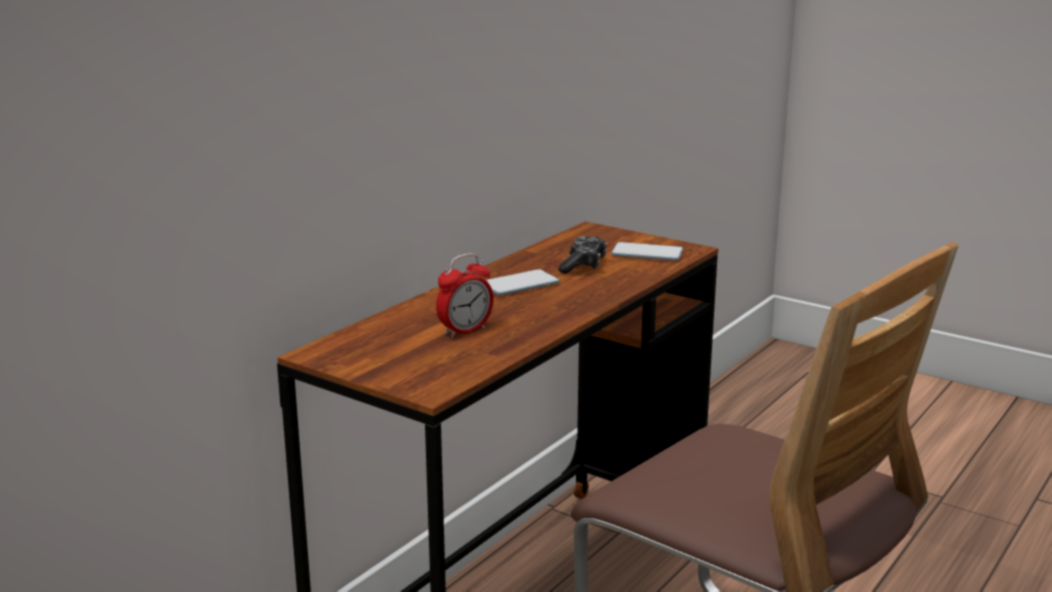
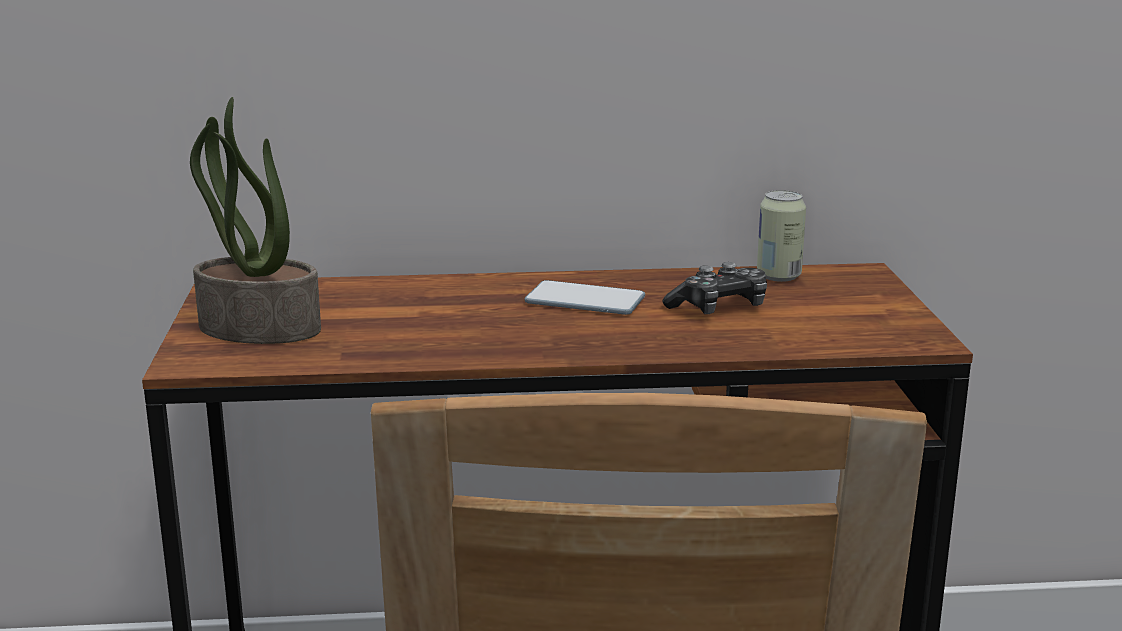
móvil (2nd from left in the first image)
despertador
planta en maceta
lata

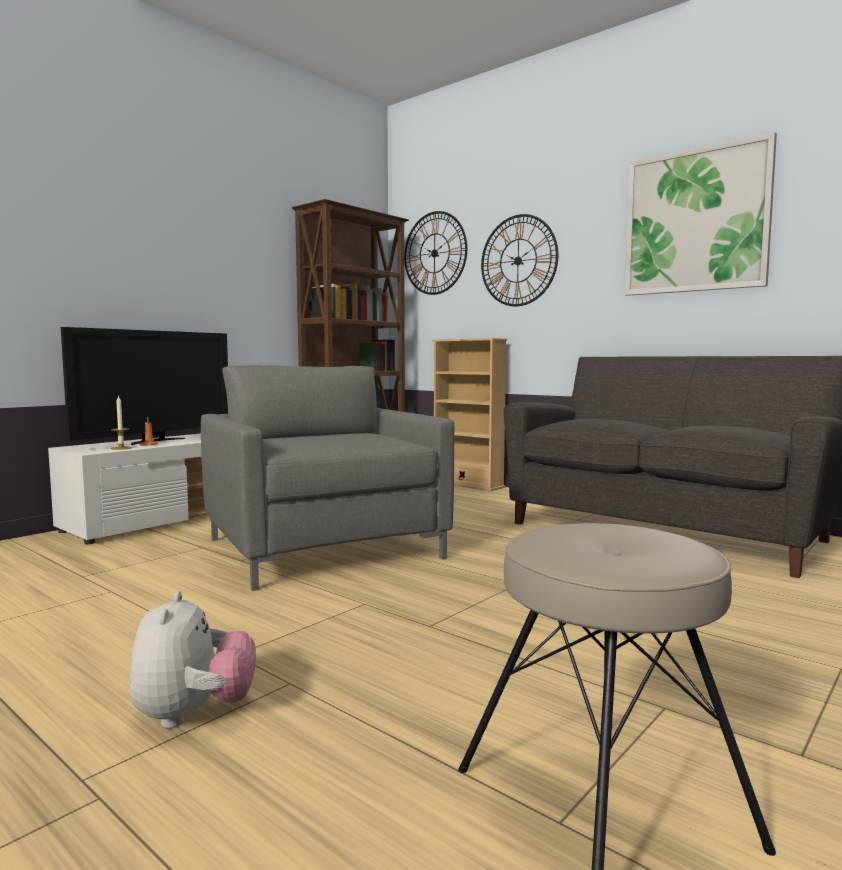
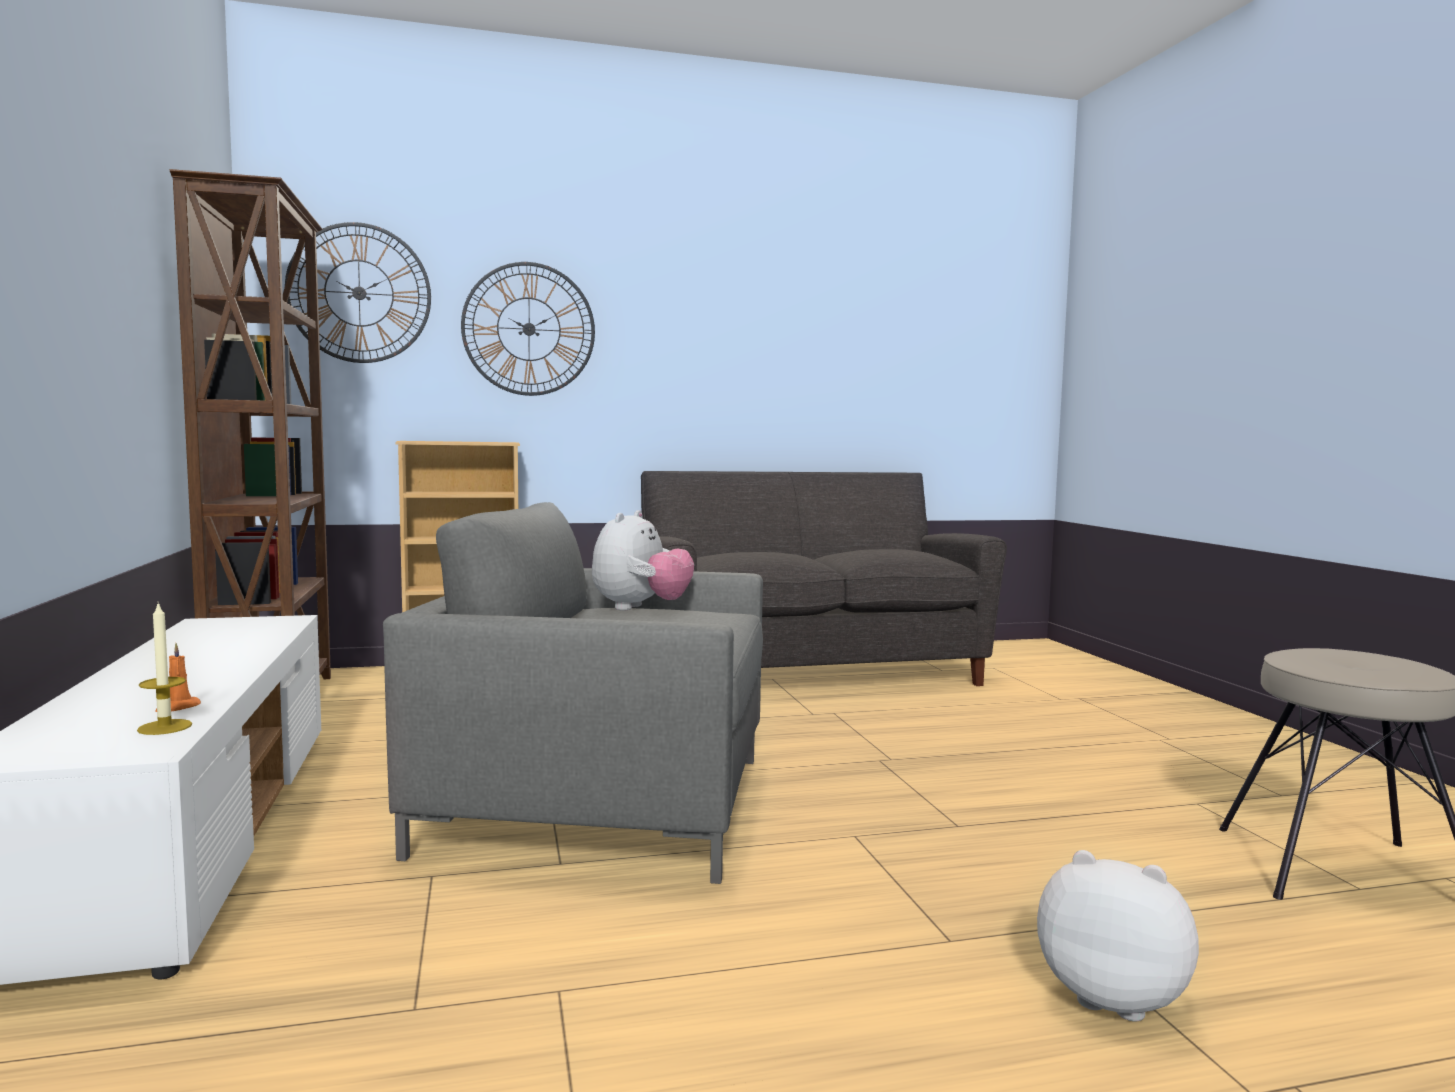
cuadro
televisor
peluche (1st from left)

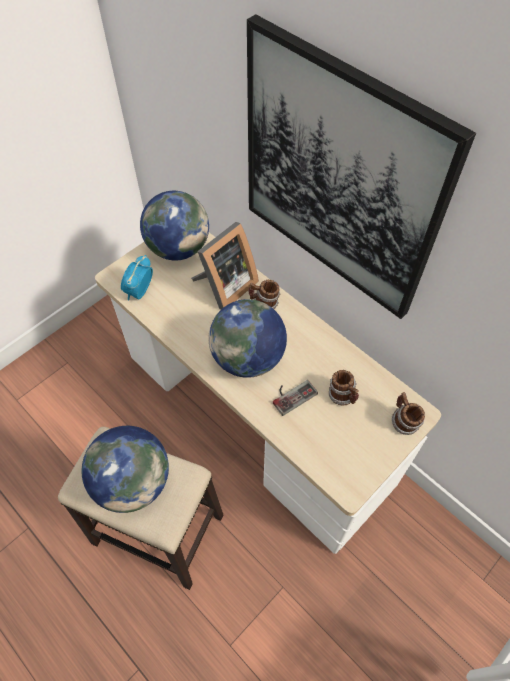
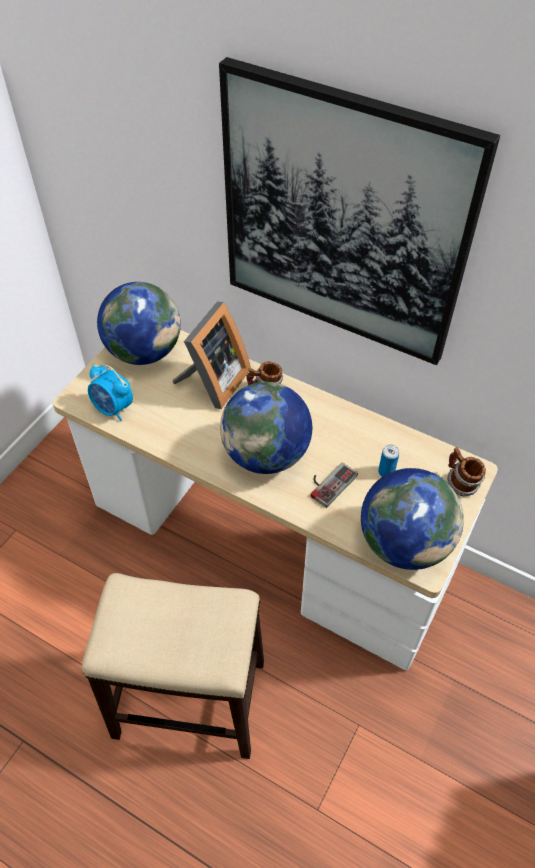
despertador
lata
globo terráqueo (3rd from left)

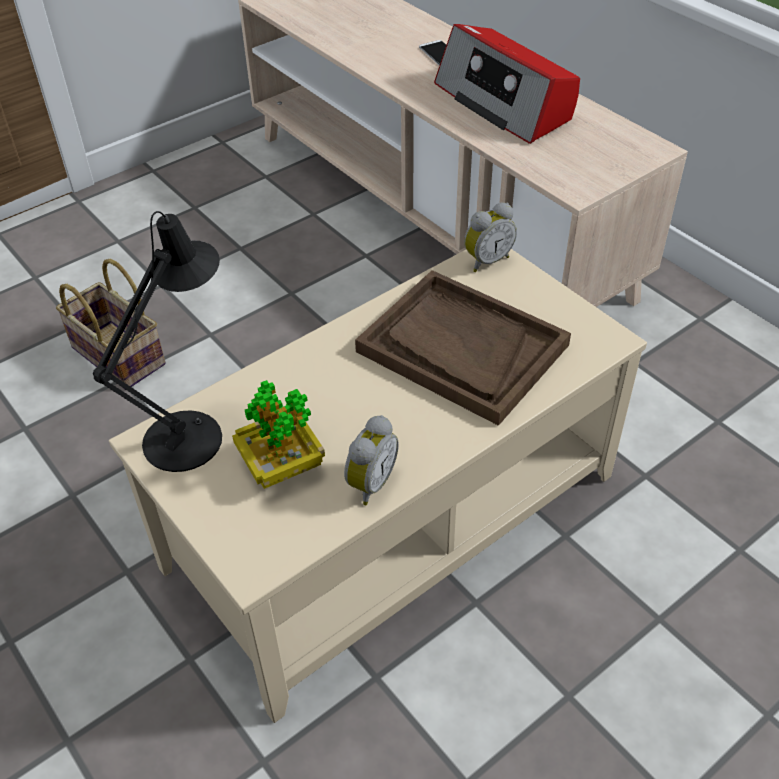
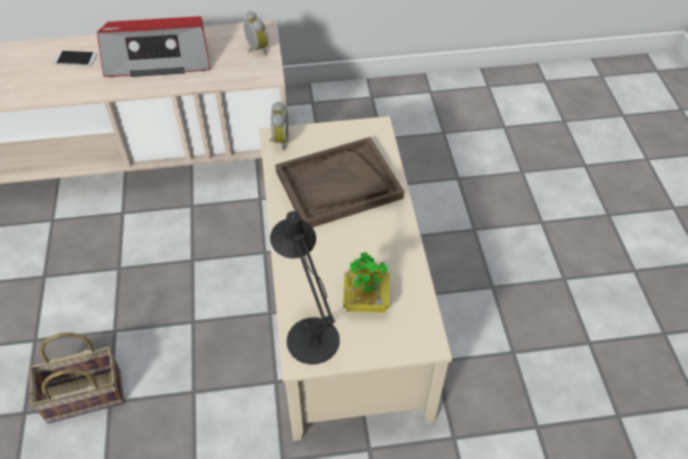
despertador (1st from left)

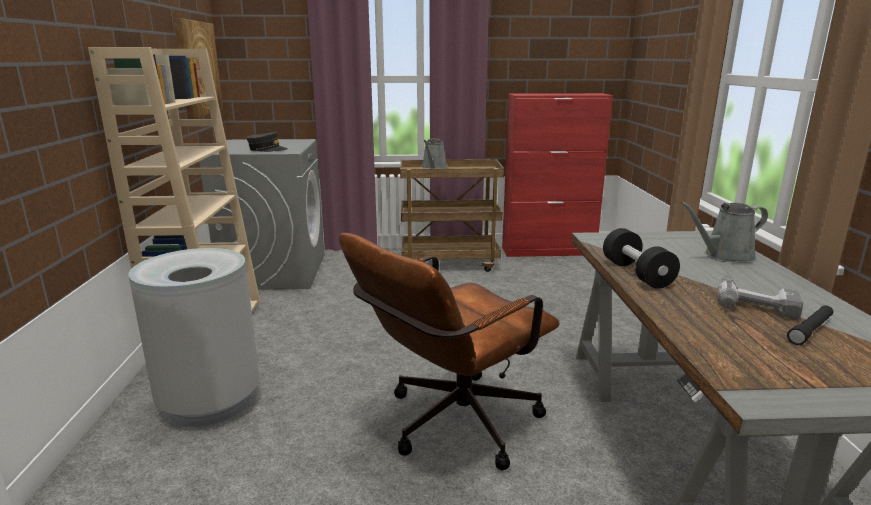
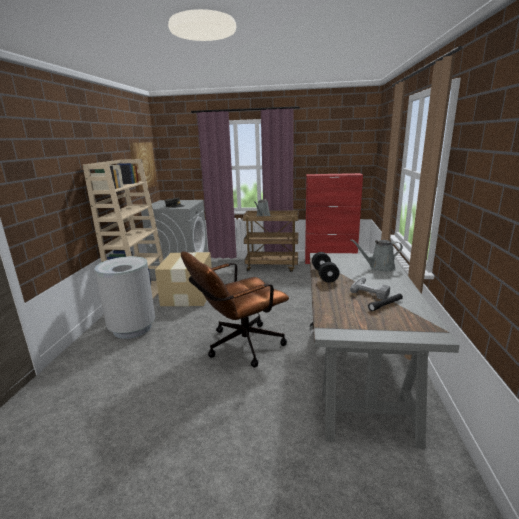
caja de cartón

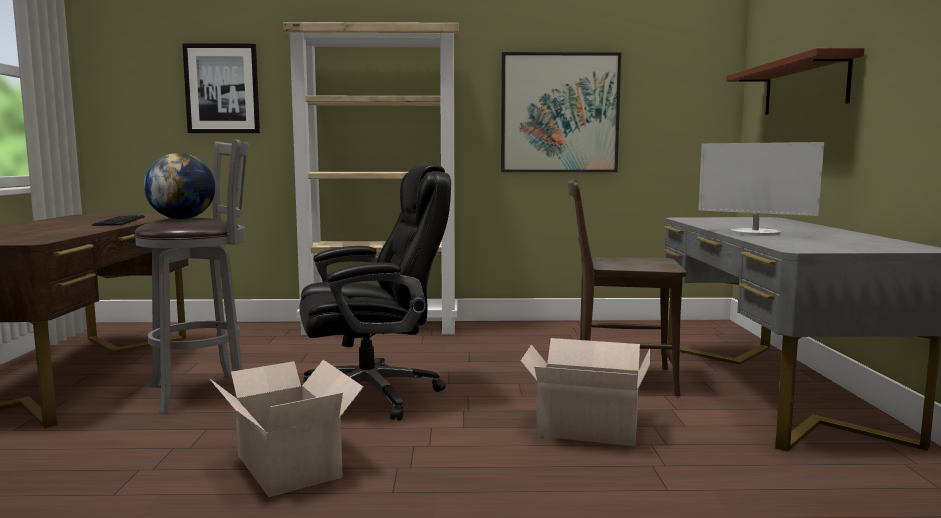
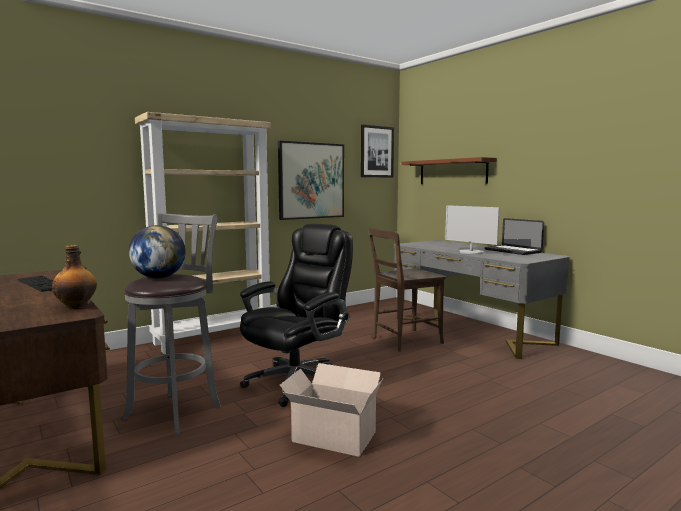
cuadro (2nd from left)
monitor
caja de cartón (2nd from left in the first image)
portátil
botella

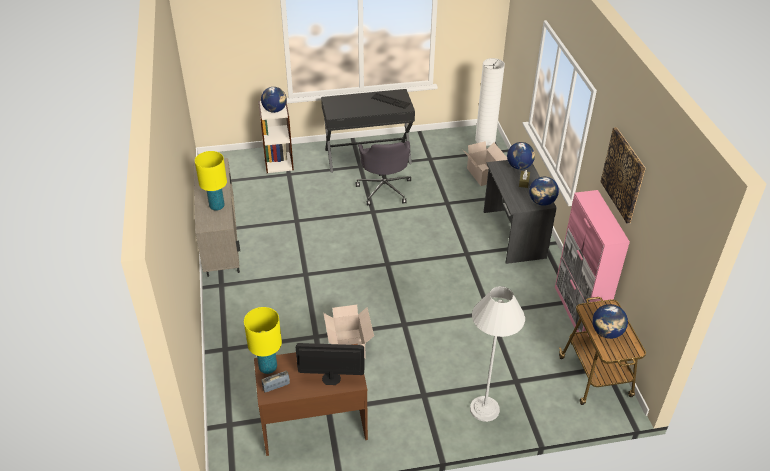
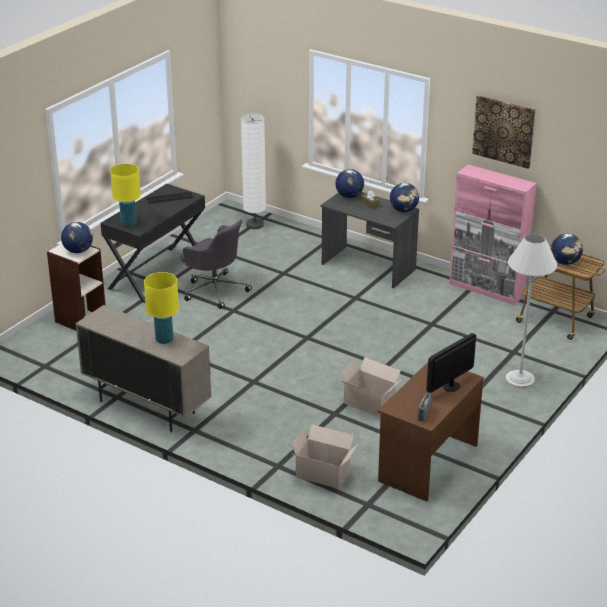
caja de cartón (1st from left)
lámpara de mesa (amarillo) (1st from left)

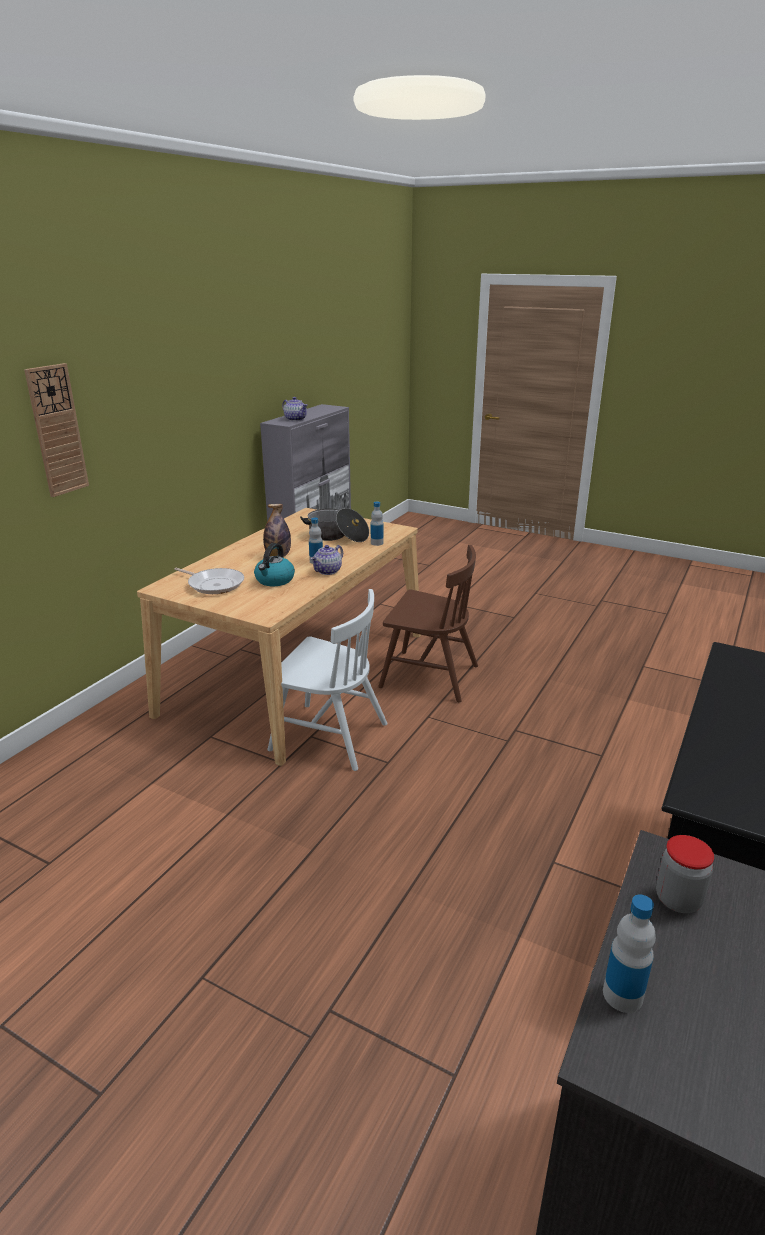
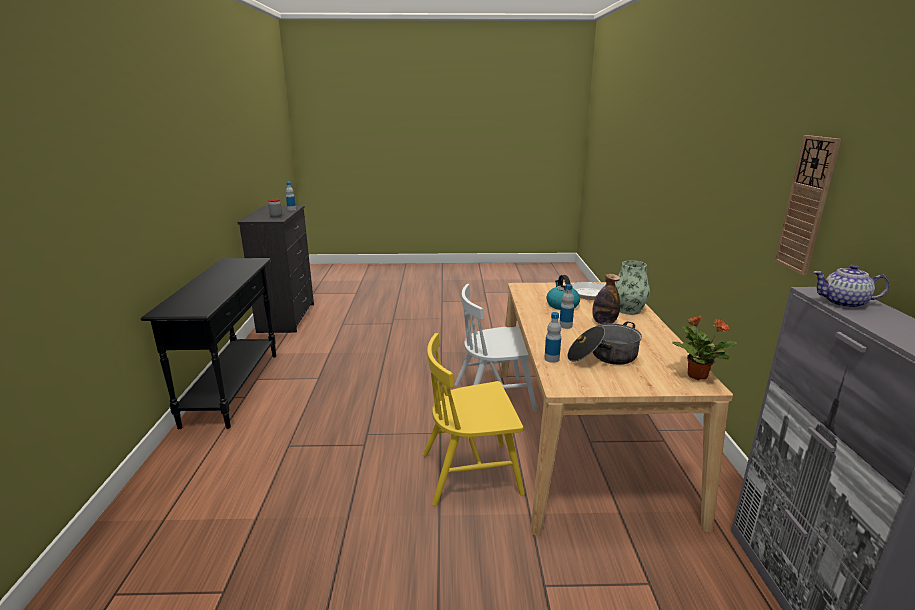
reloj de pared
tetera (2nd from left in the first image)
silla (amarillo)
florero
planta en maceta

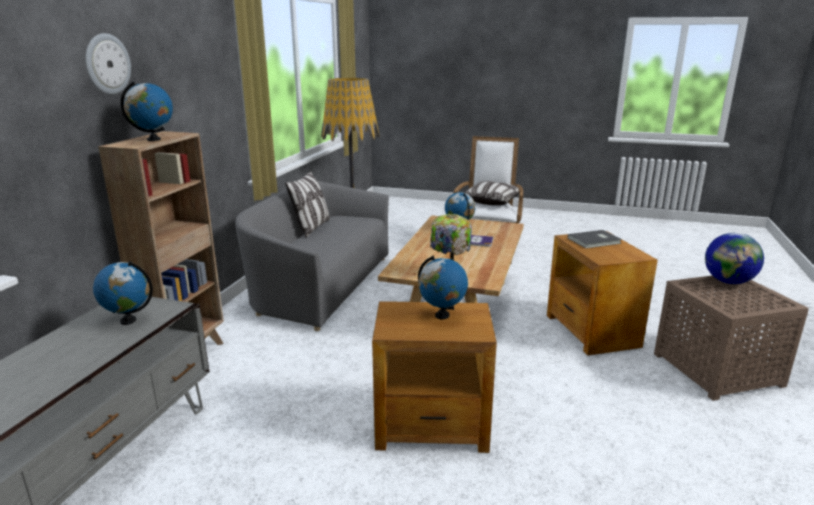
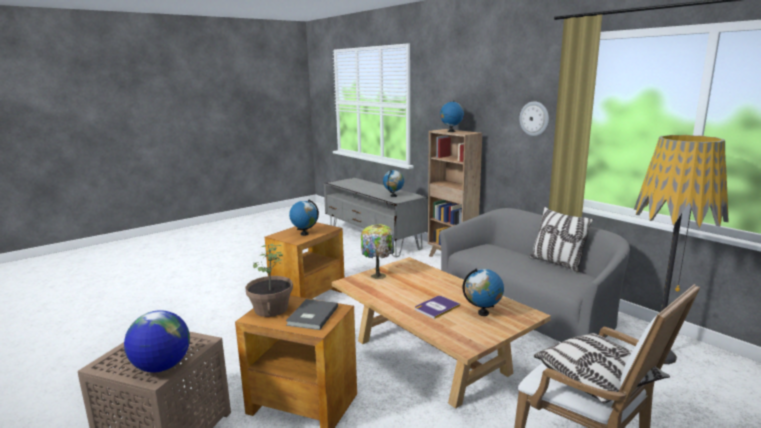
reloj de pared
planta en maceta

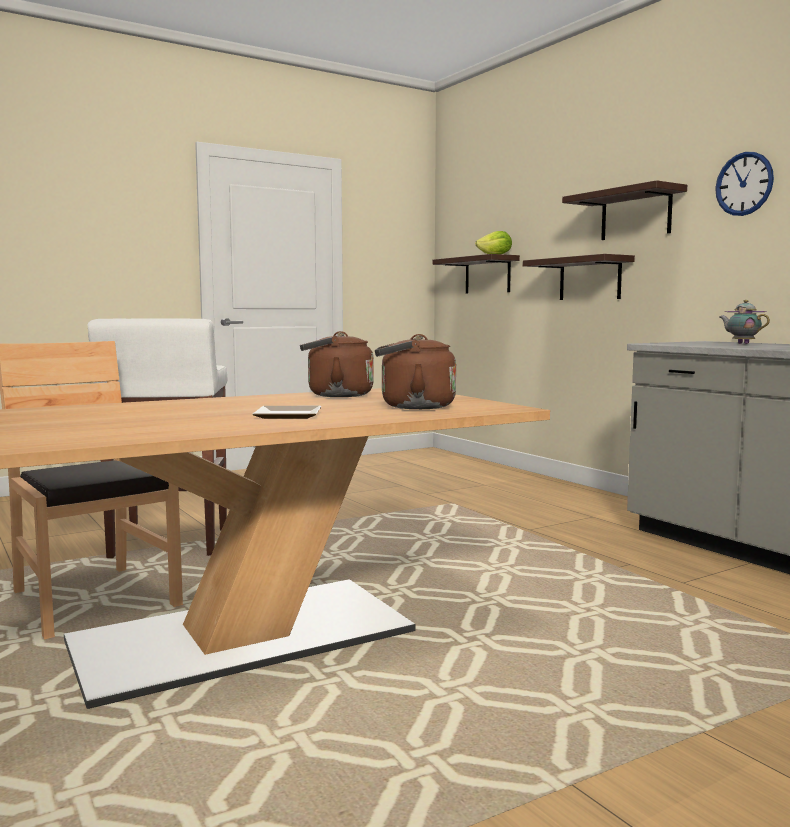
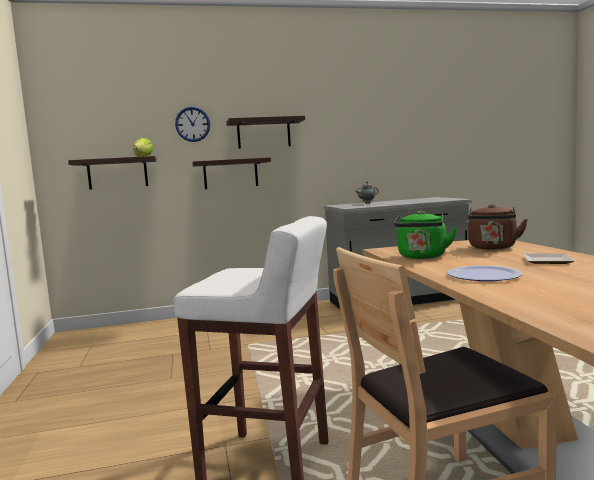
reloj de pared
hervidor (verde)
plato (1st from left)

